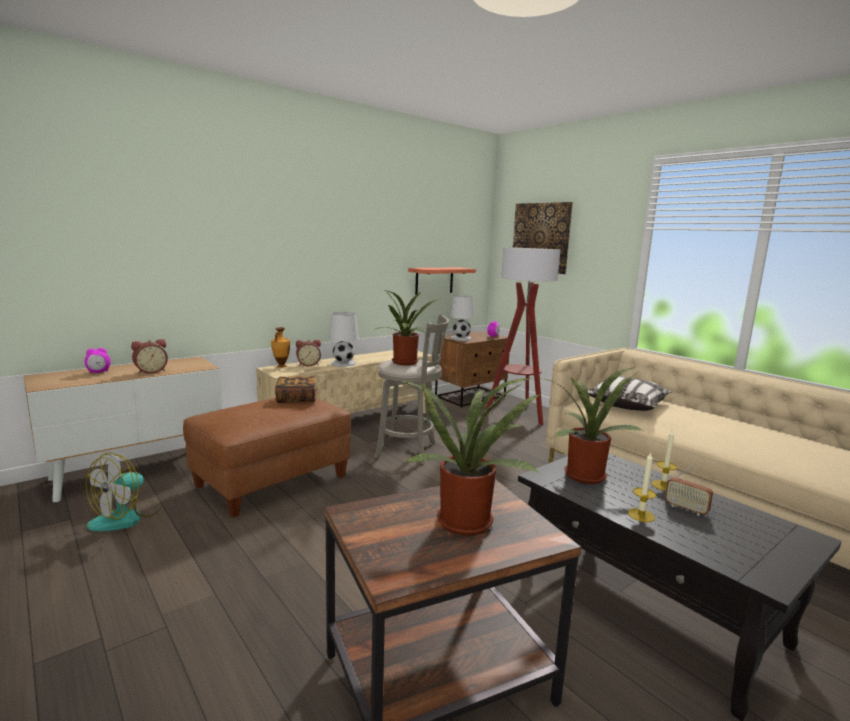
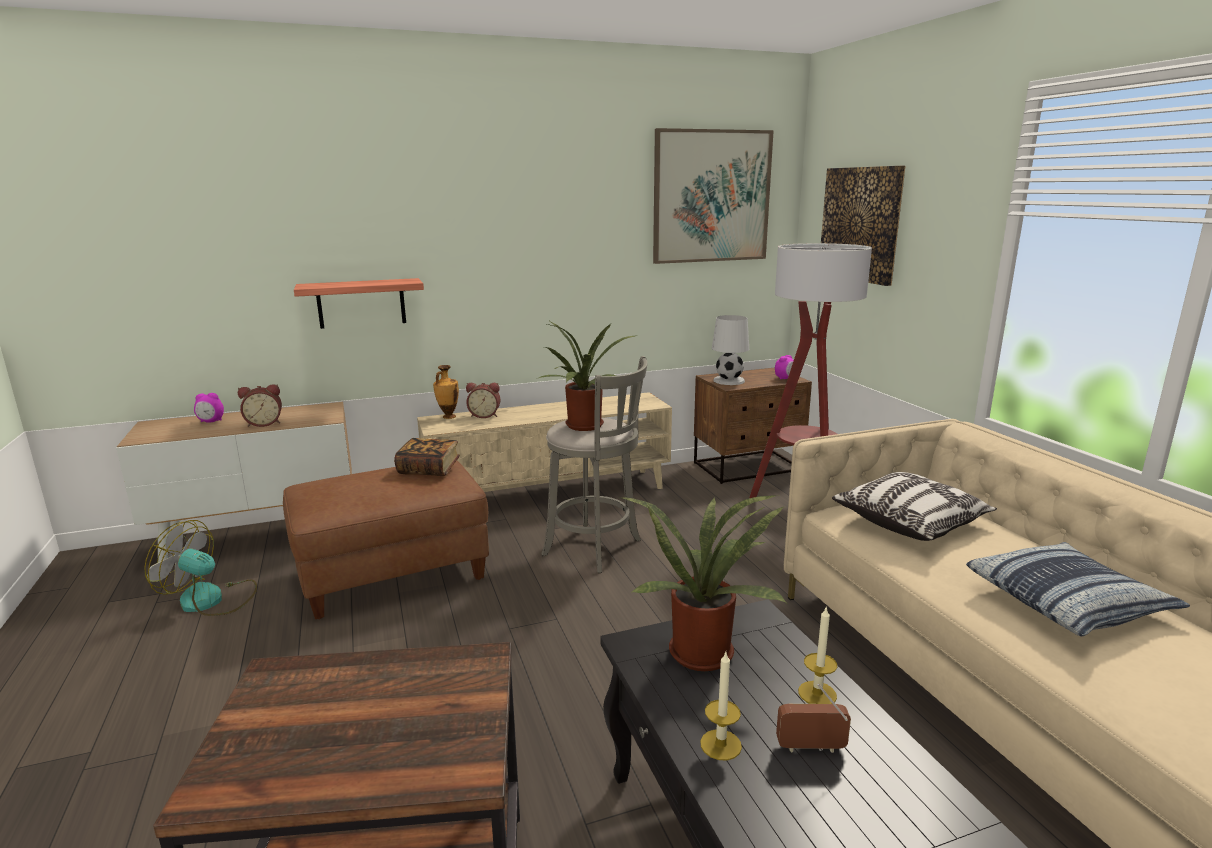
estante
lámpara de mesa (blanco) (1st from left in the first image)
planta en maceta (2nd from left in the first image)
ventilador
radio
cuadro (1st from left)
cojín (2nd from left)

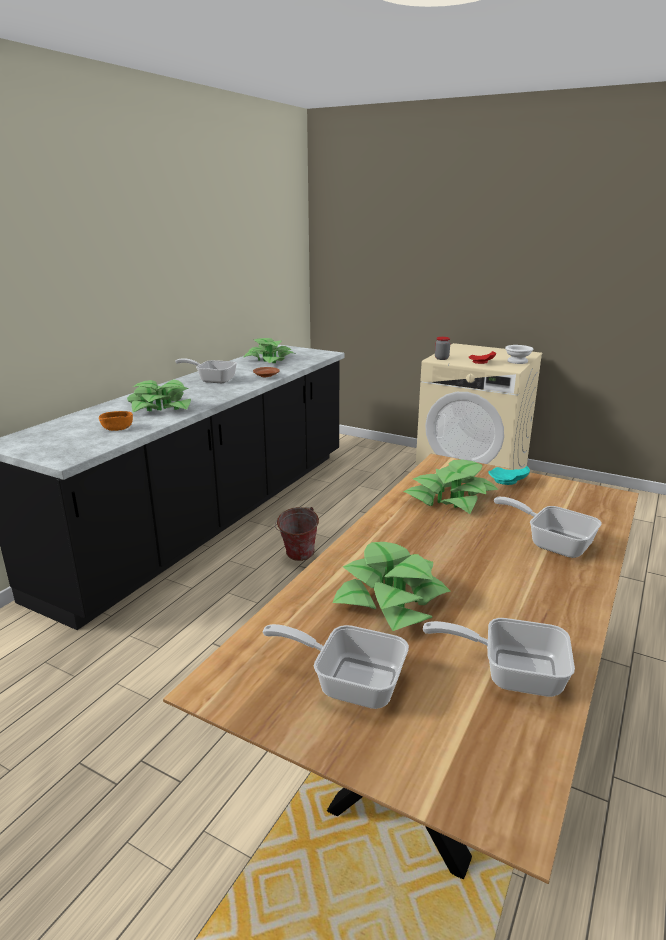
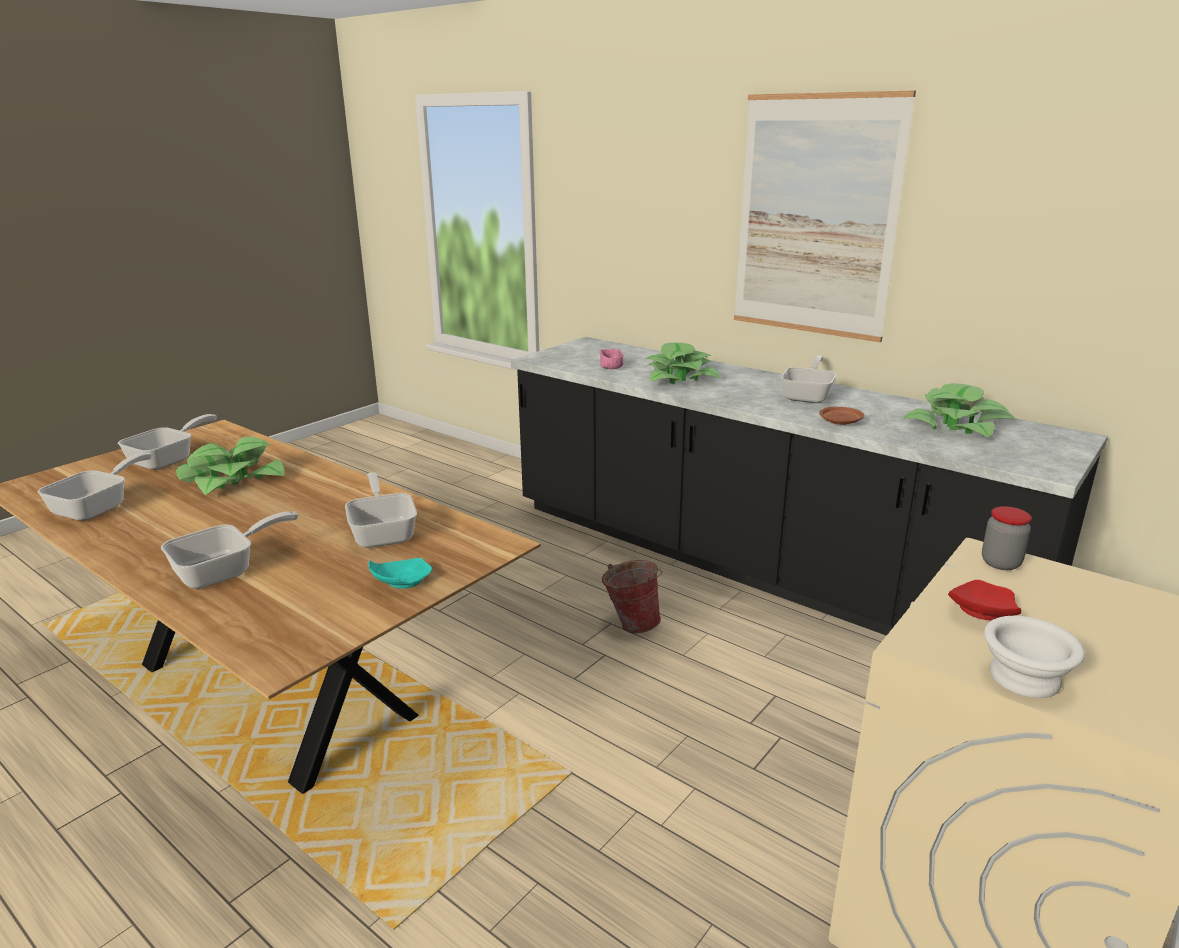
cuenco (rosa)
sartén (4th from left)
cuadro

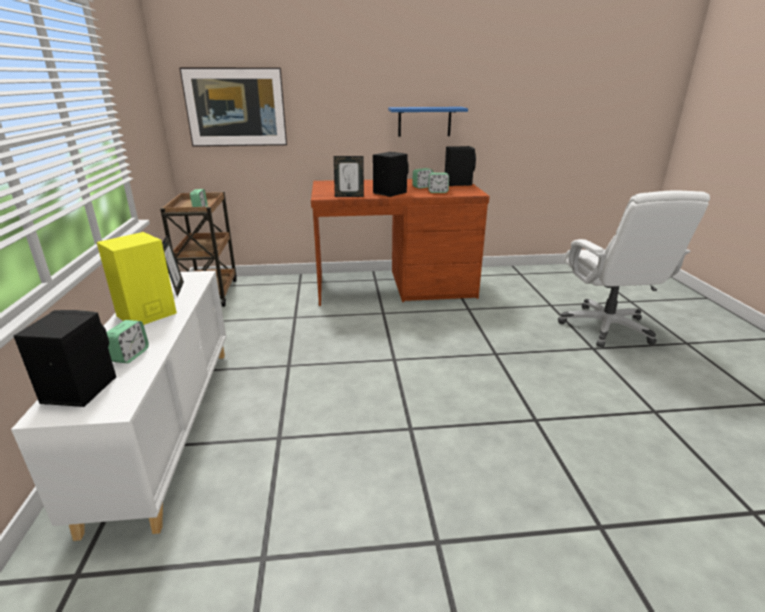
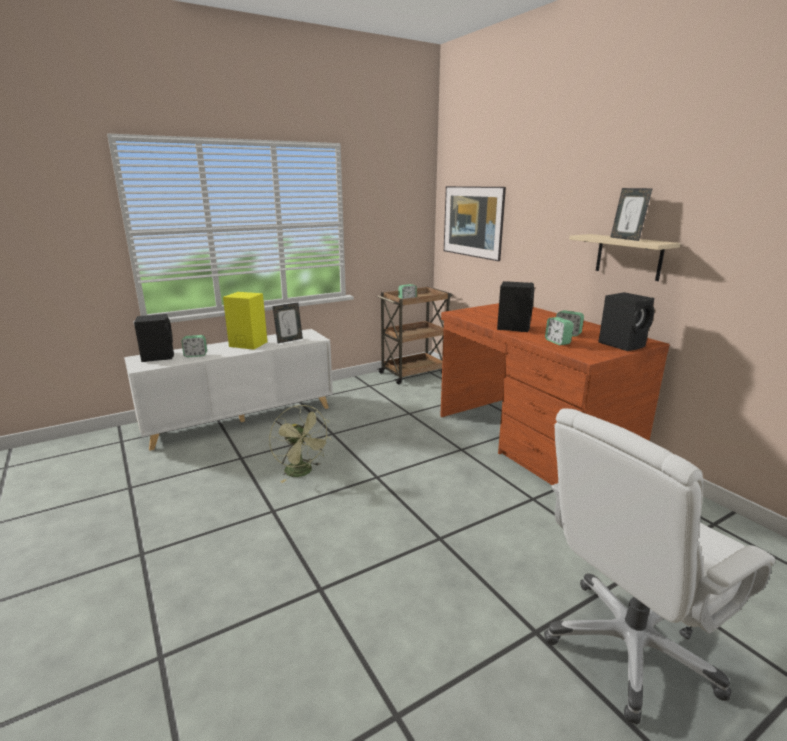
estante (beis)
portarretratos (2nd from left)
ventilador (verde)

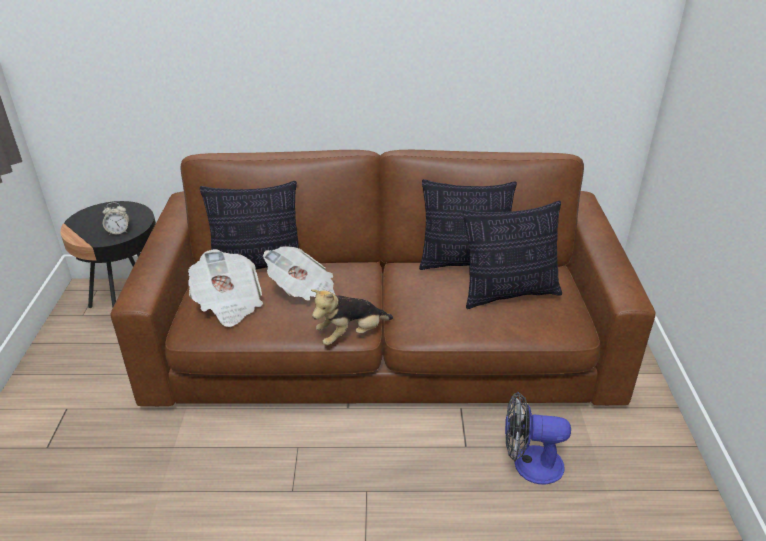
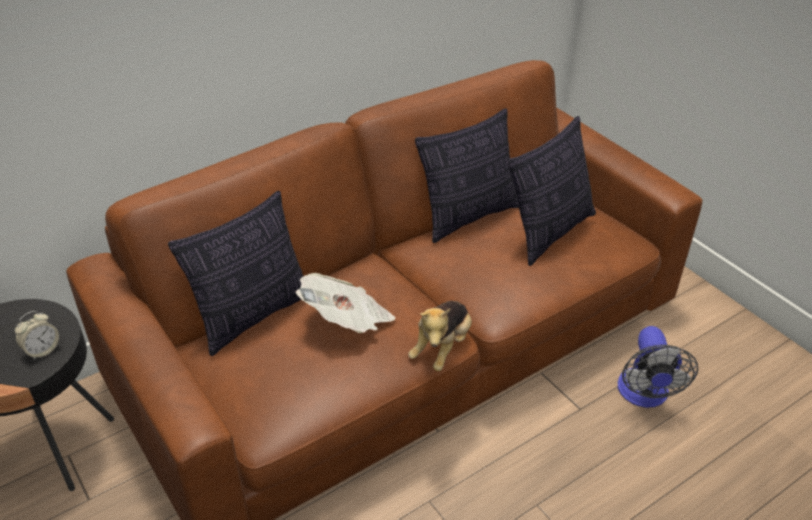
periódico (1st from left in the first image)
ventilador

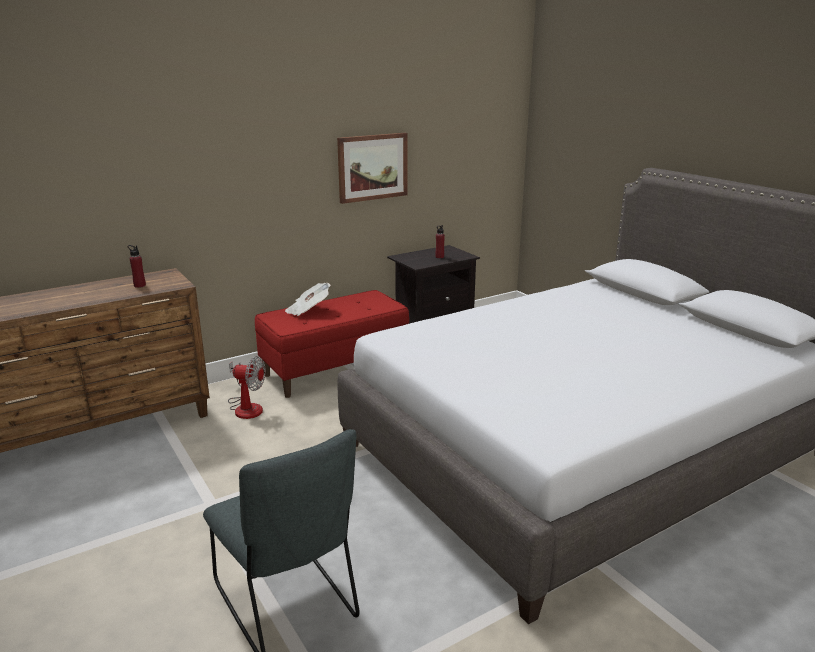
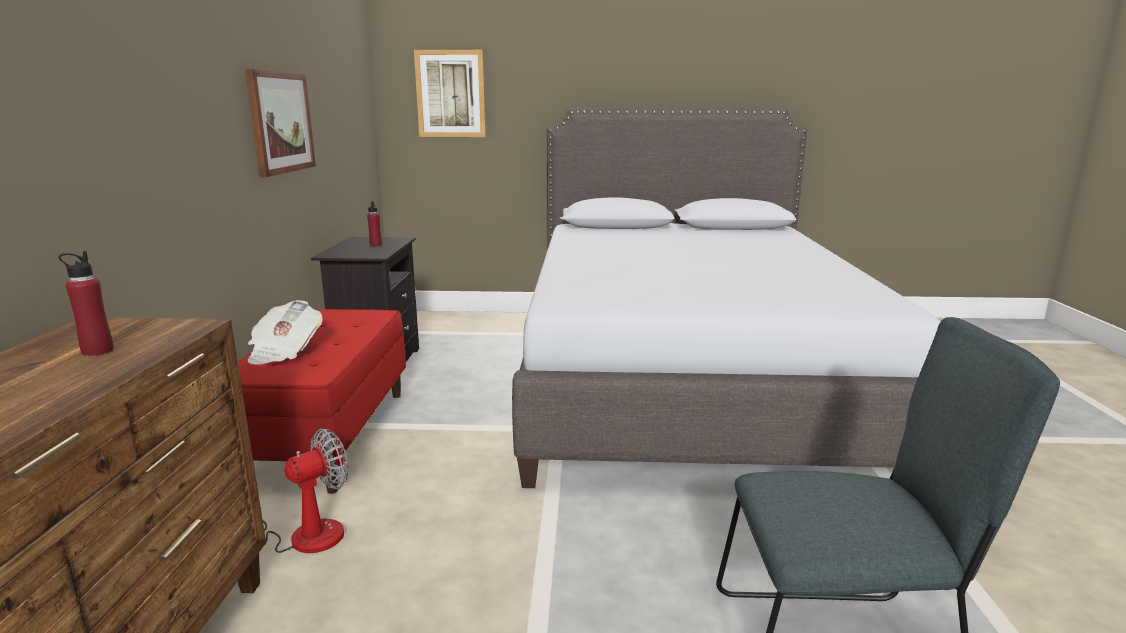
cuadro (2nd from left)

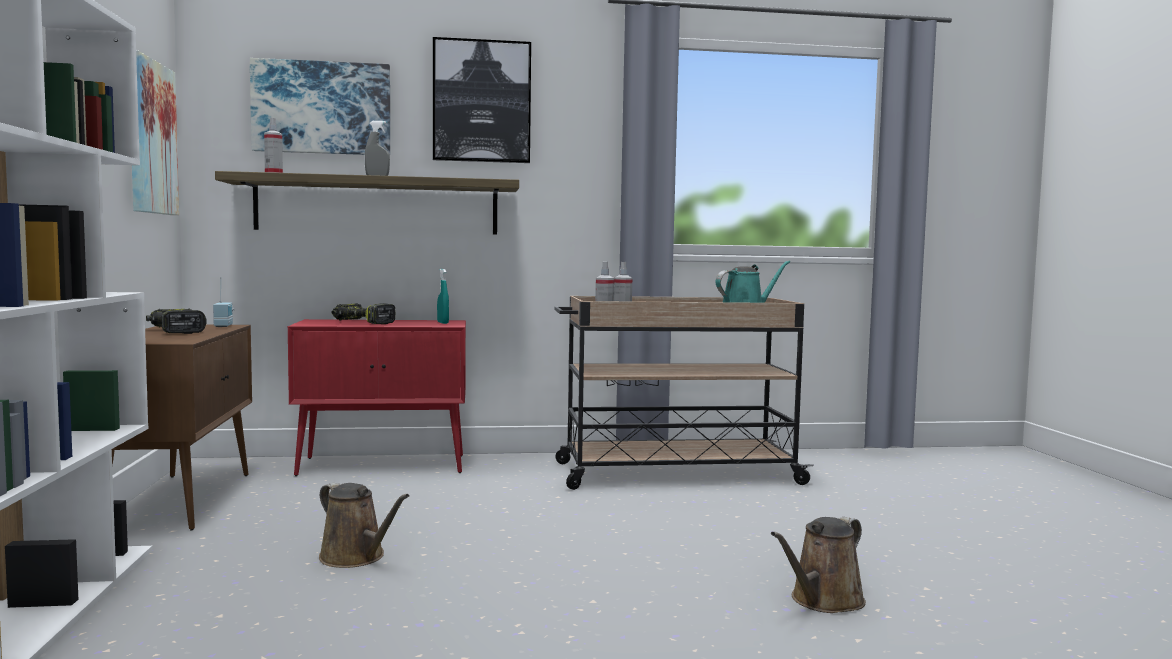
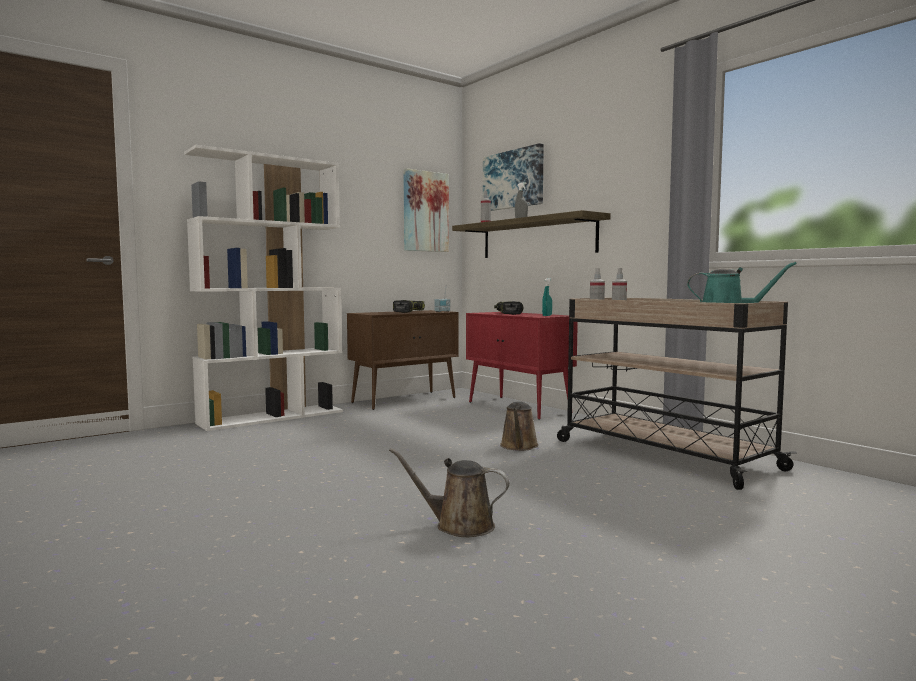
cuadro (3rd from left in the first image)
regadera (marrón) (2nd from left)

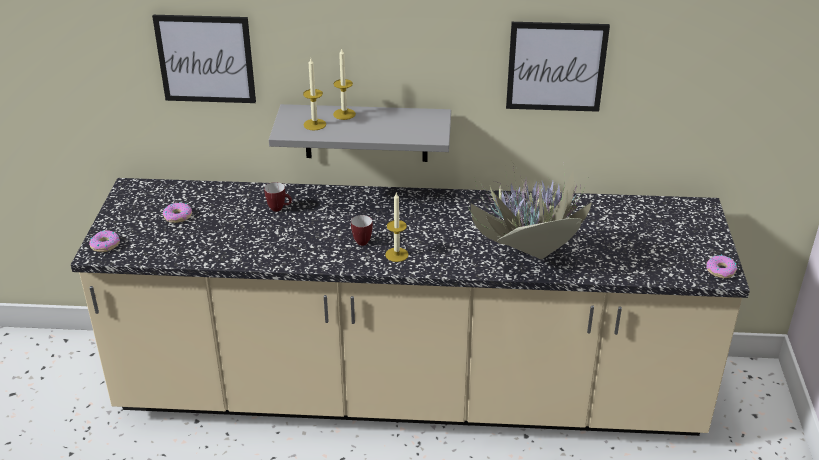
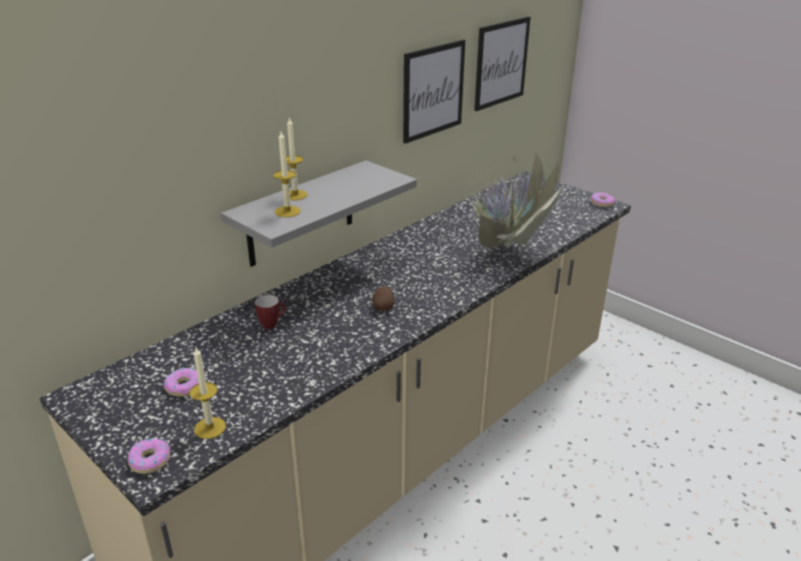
cuadro (2nd from left)
vela (1st from left)
patata

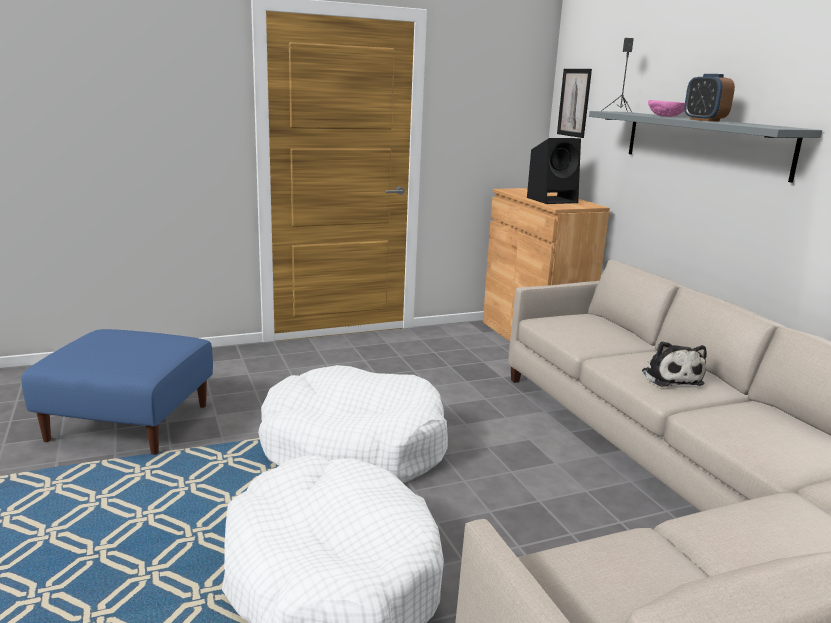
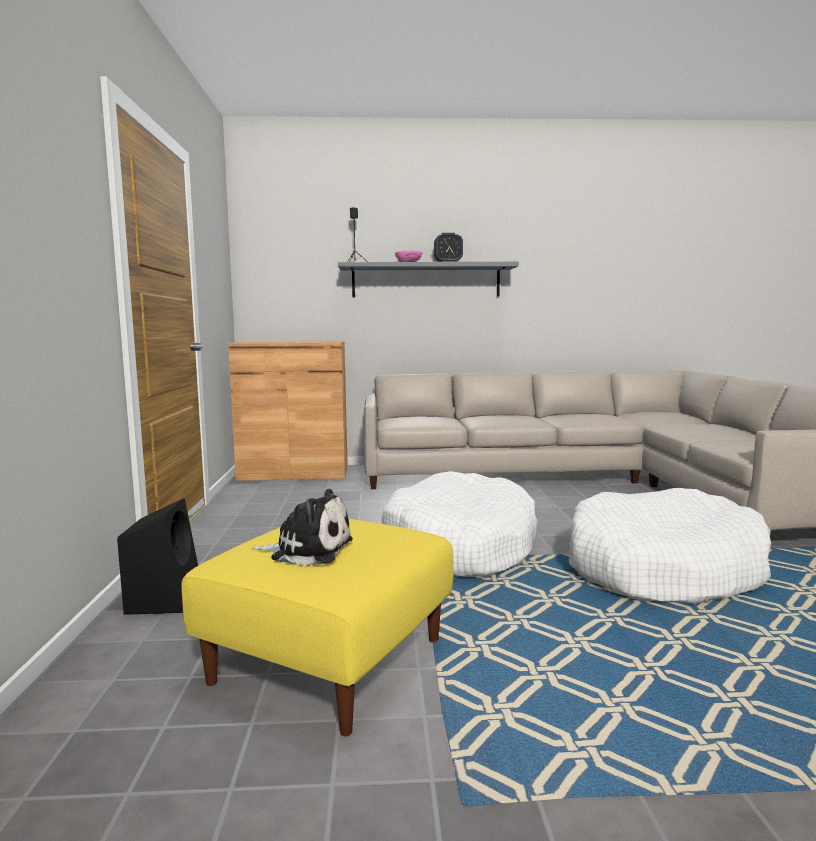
cuadro
altavoz (negro) (1st from left)
puf (amarillo)
peluche

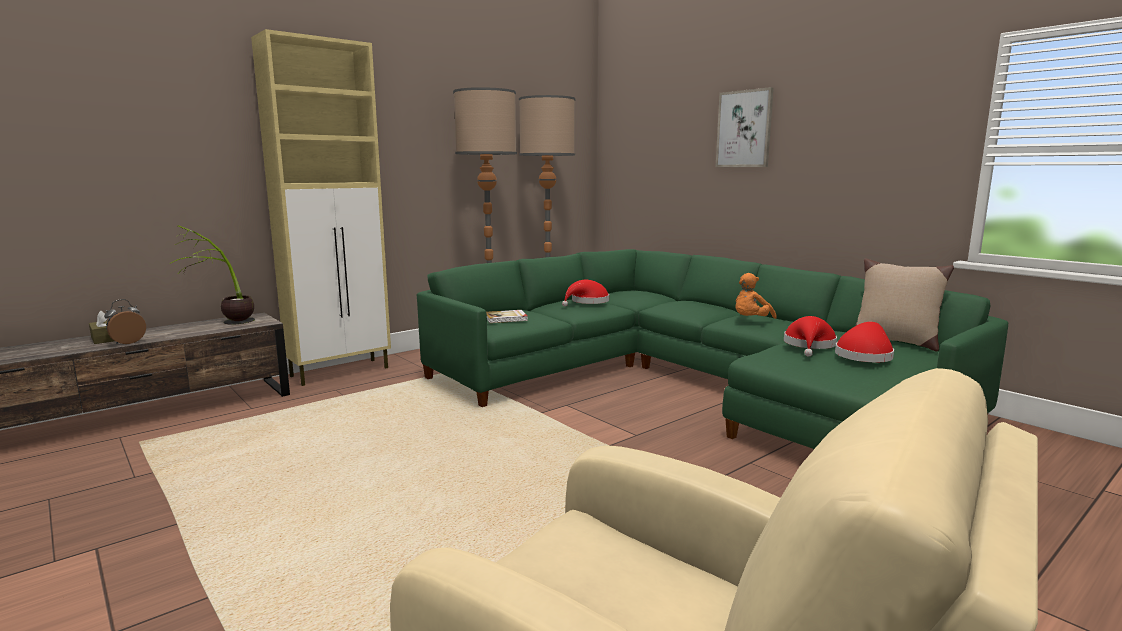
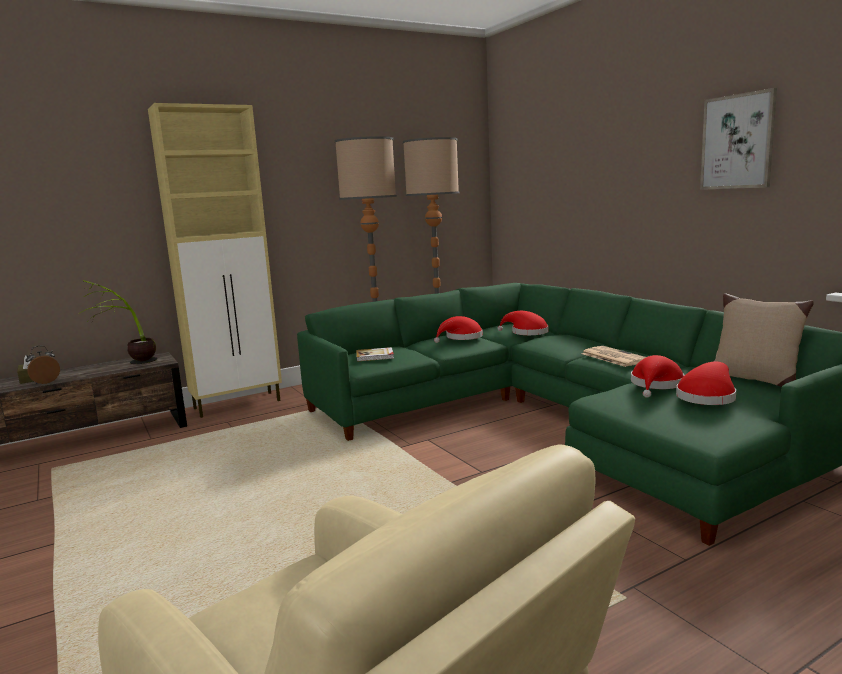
cuadro
periódico
sombrero (rojo) (2nd from left)

